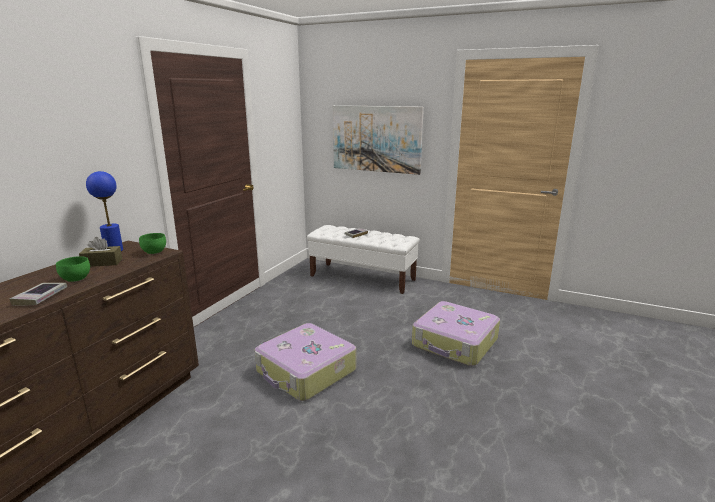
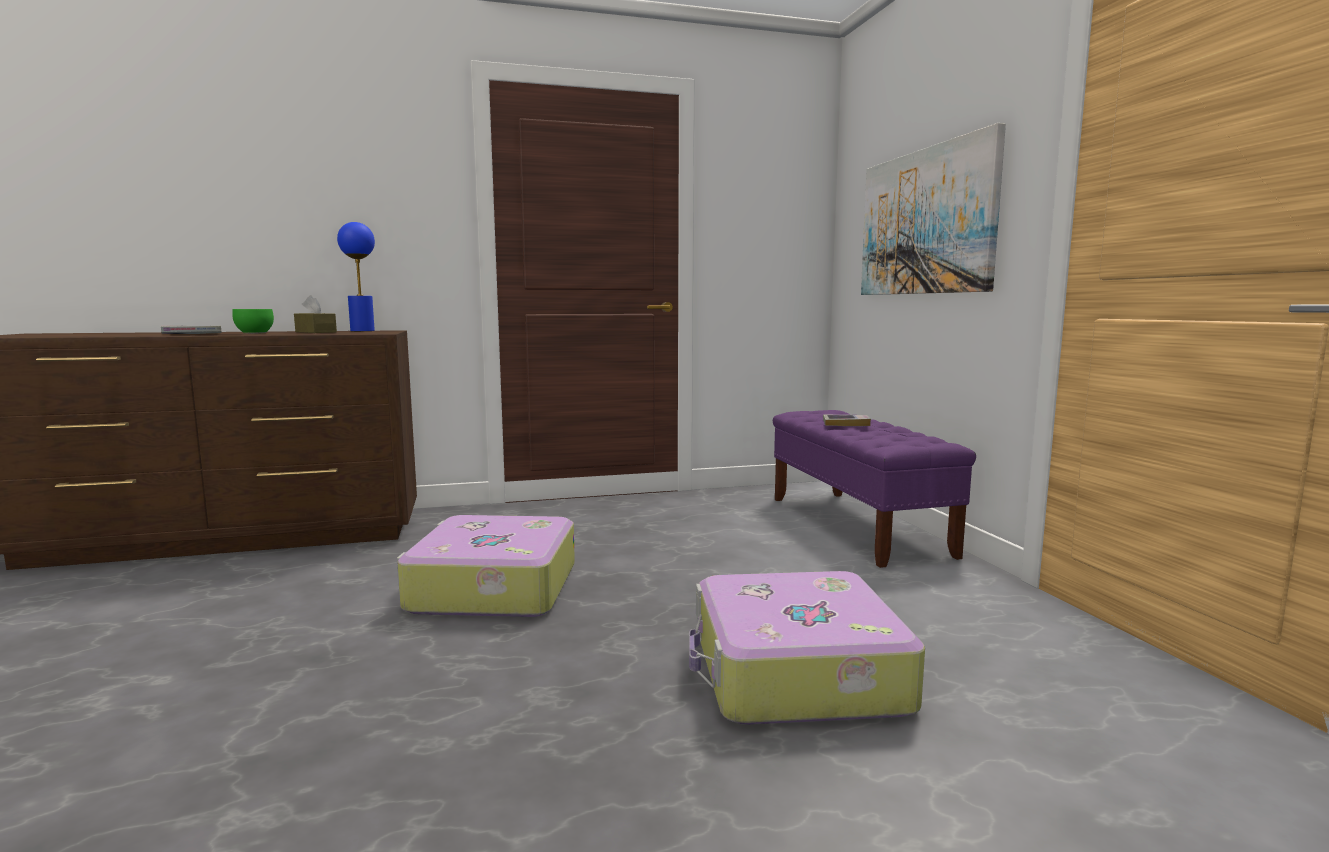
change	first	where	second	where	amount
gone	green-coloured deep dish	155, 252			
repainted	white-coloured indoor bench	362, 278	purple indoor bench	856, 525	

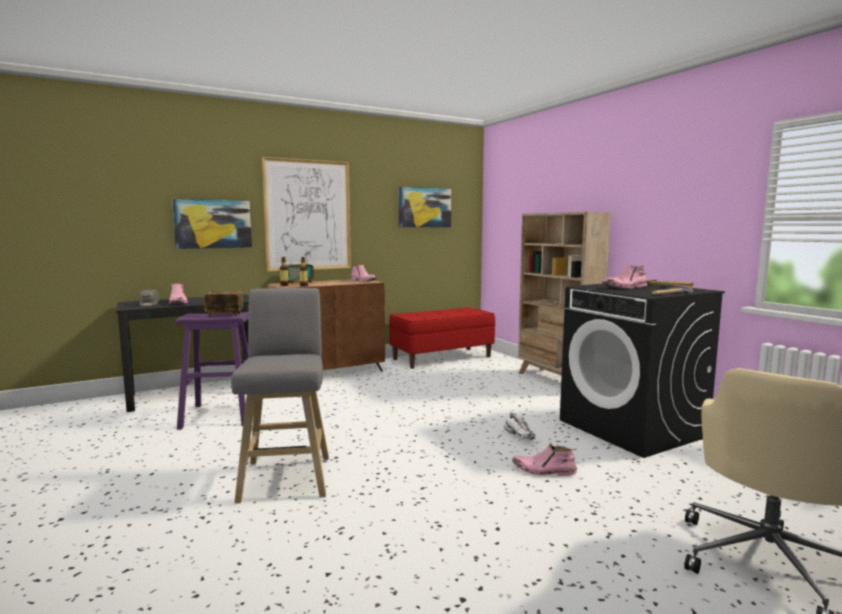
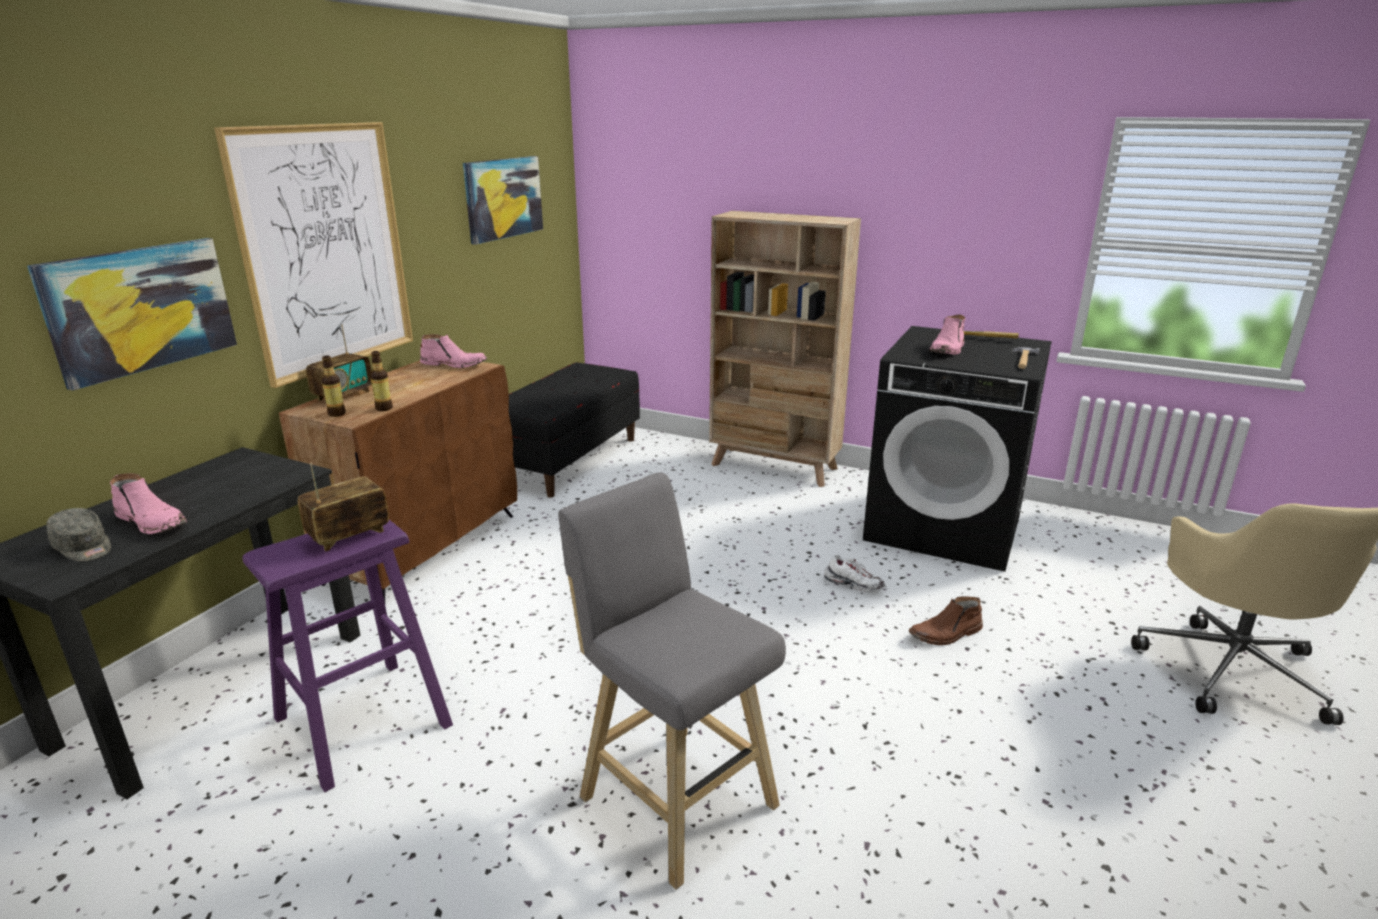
change	first	where	second	where	amount
repainted	reddish indoor bench	442, 358	black-coloured indoor bench	567, 460	
repainted	pink high-top boot	543, 470	brownish high-top boot	946, 634	

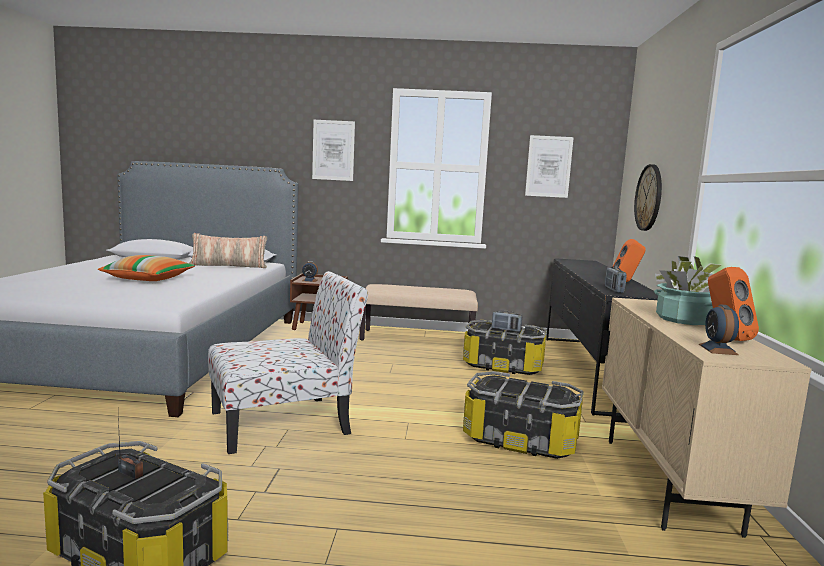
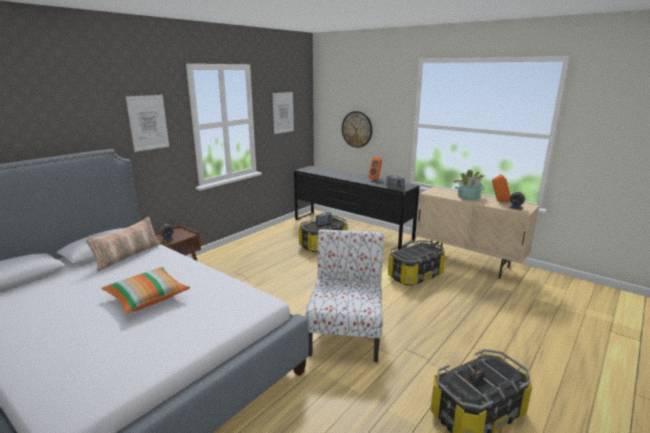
change	first	where	second	where	amount
gone	beige-coloured indoor bench	417, 338			

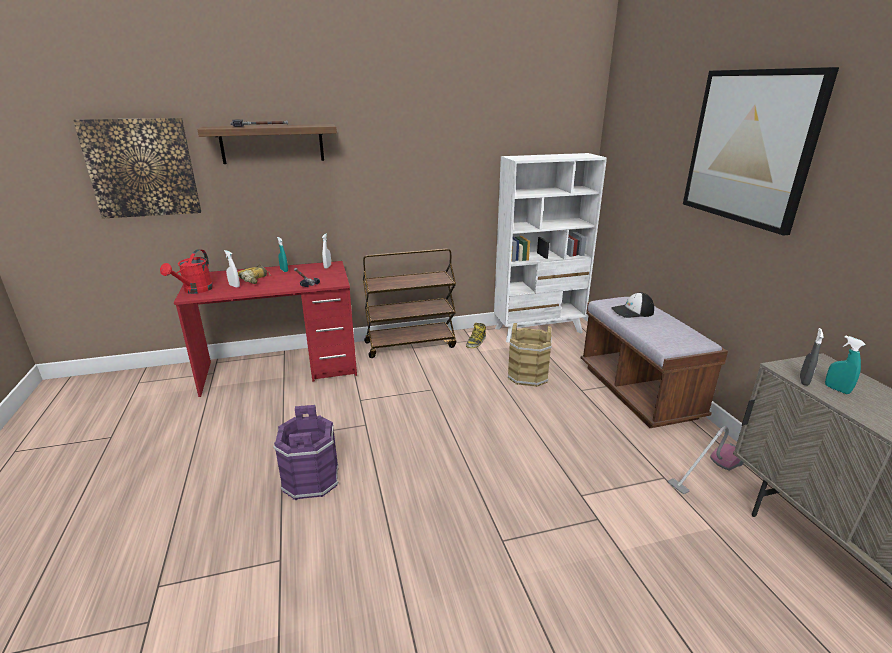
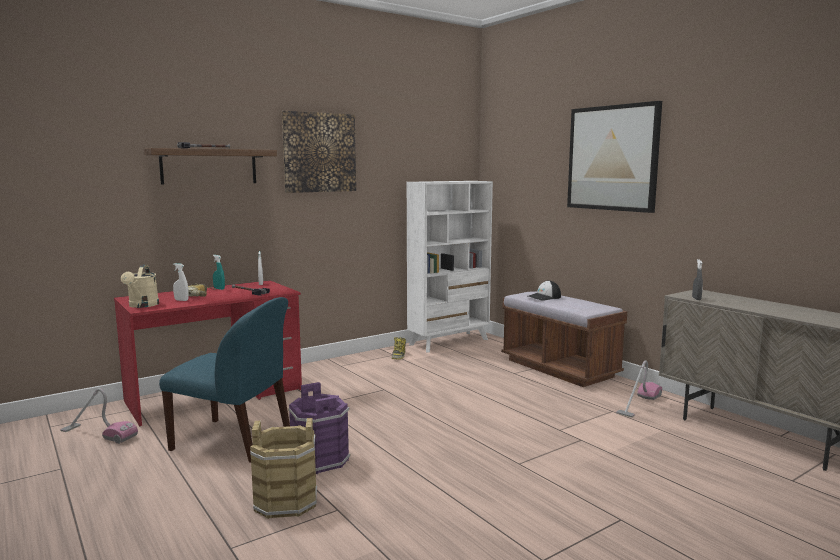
change	first	where	second	where	amount
gone	brownish wheeled cart	410, 344			
gone	turquoise sprayer	836, 389			
new			vacuum cleaner	98, 434	
new			blue chair	234, 441	
shifted	picture	142, 168		319, 152	
shifted	brownish water bucket	528, 375		286, 501	
repainted	reddish watering pot	195, 290	beige-coloured watering pot	142, 305	

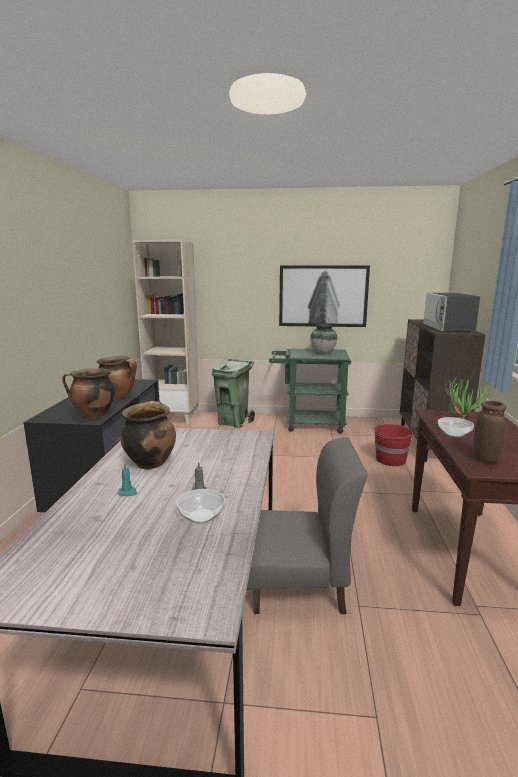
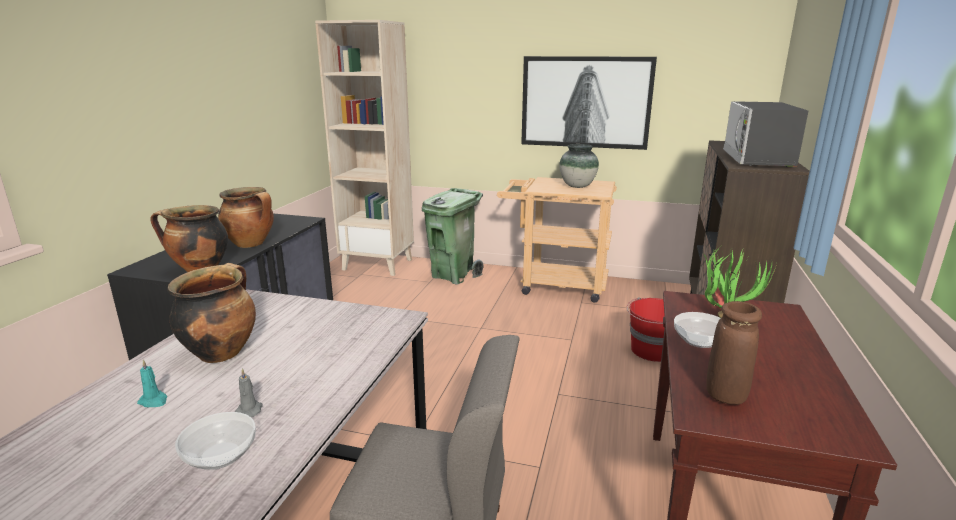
change	first	where	second	where	amount
repainted	green-coloured wheeled cart	308, 424	beige-coloured wheeled cart	555, 285	

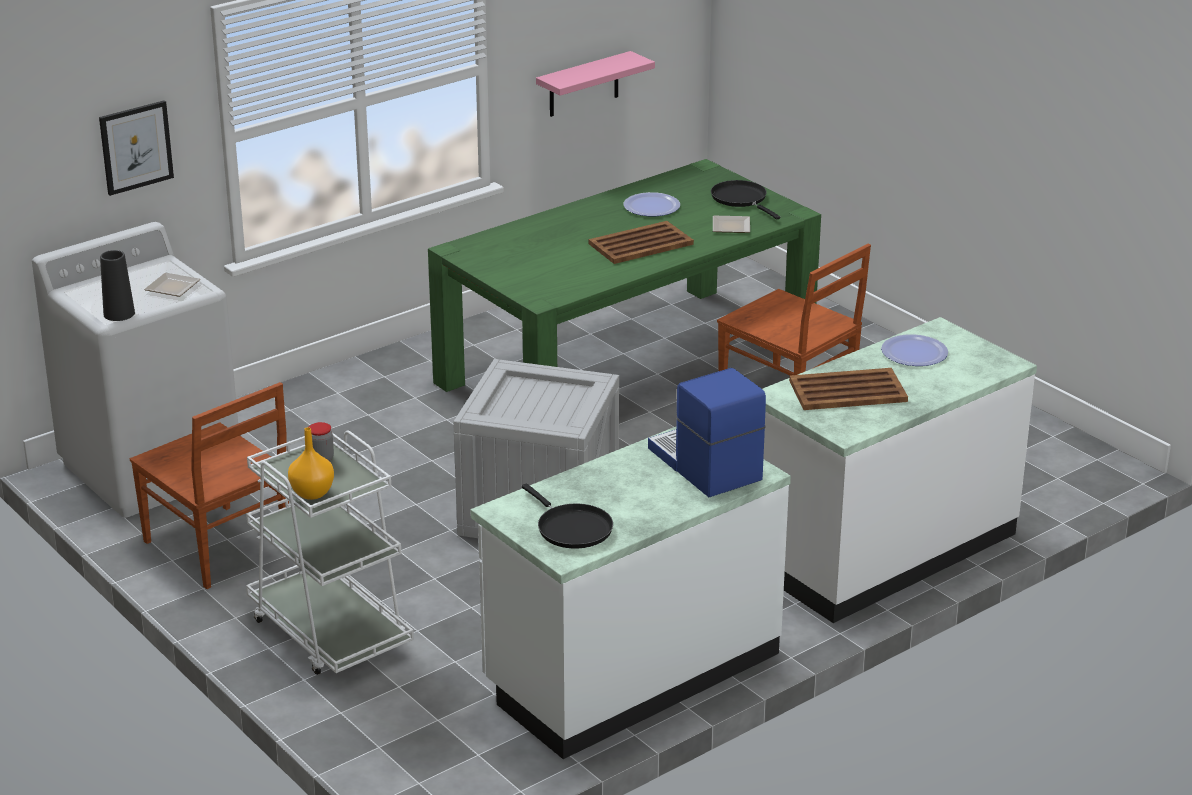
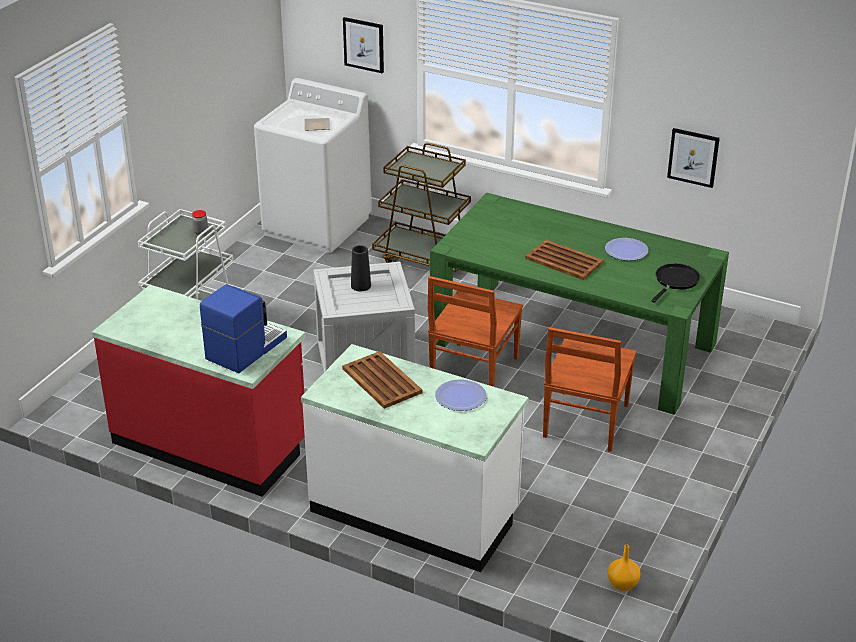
change	first	where	second	where	amount
gone	black-coloured frying pan	571, 528			
gone	plate	732, 227			
new			brownish wheeled cart	425, 258	
shifted	black-coloured flower vase	119, 314		361, 286	
shifted	brownish chair	219, 548		473, 372	
shifted	orange flower vase	312, 492		623, 584	
swapped	pink bracket shelf	583, 85	picture	693, 157	
repainted	white-coloured counter	630, 671	reddish counter	211, 443	

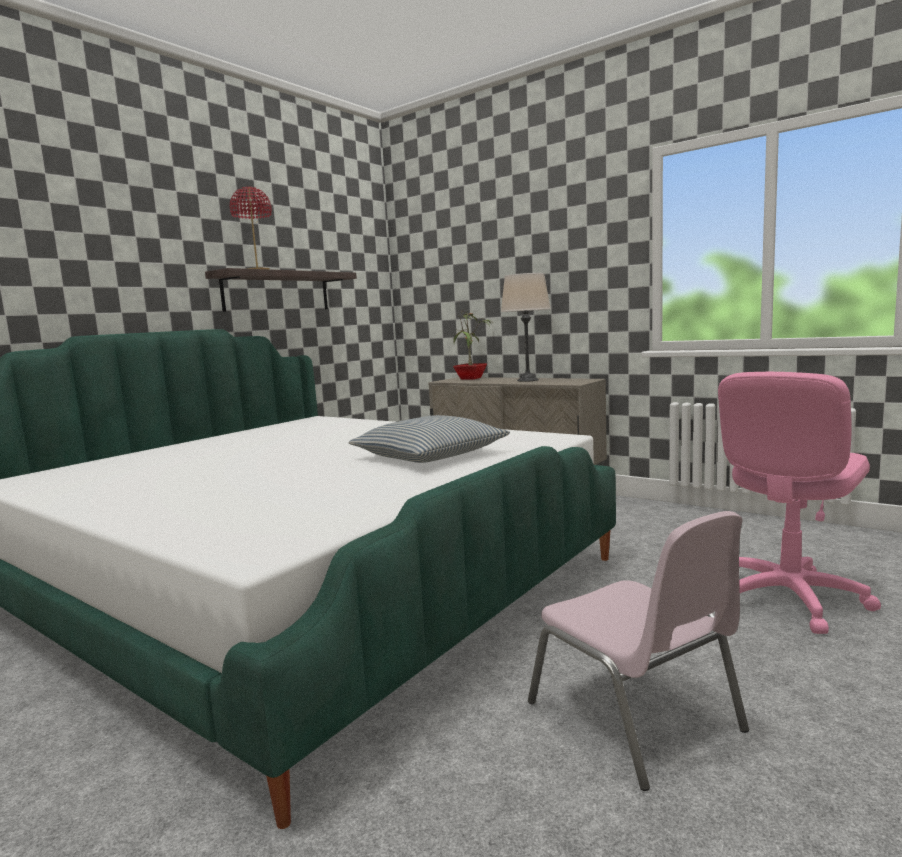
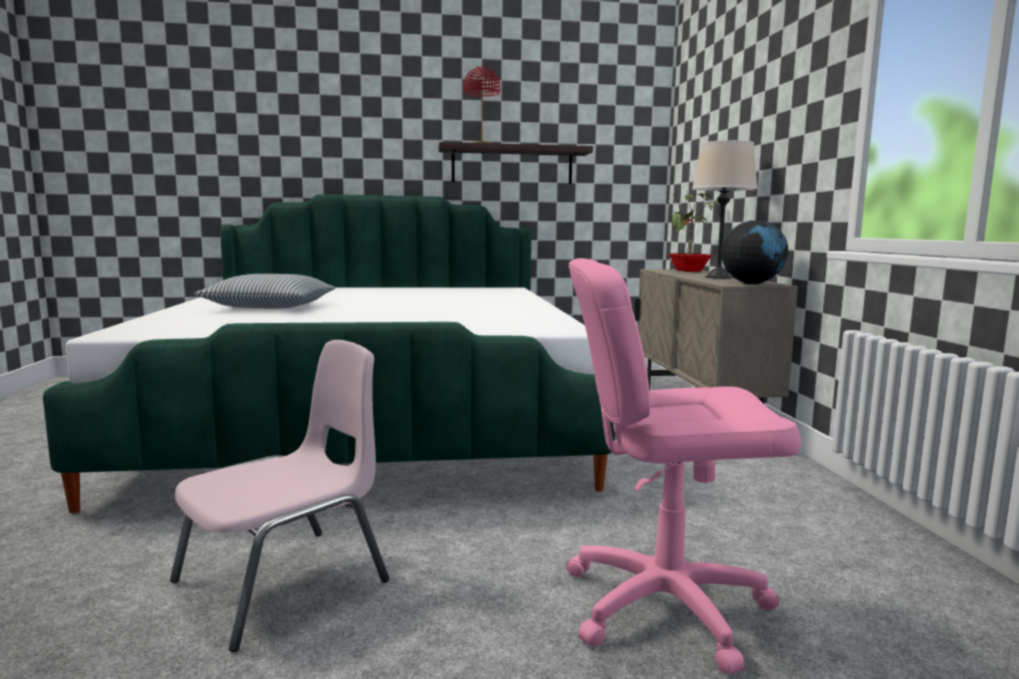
change	first	where	second	where	amount
new			world globe	751, 283	
shifted	throw pillow	429, 455		270, 306	
rotated	pink chair	636, 718		285, 582	150 degrees counterclockwise

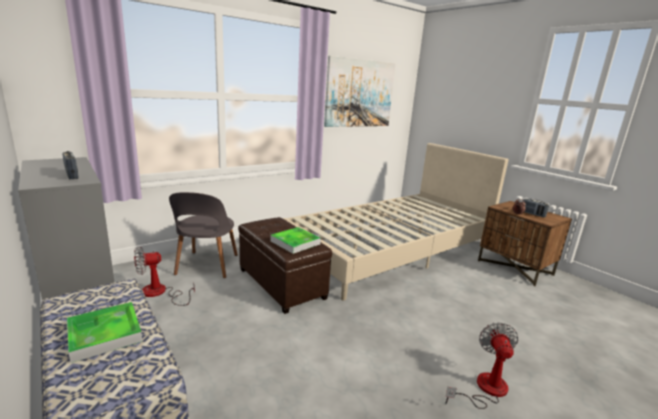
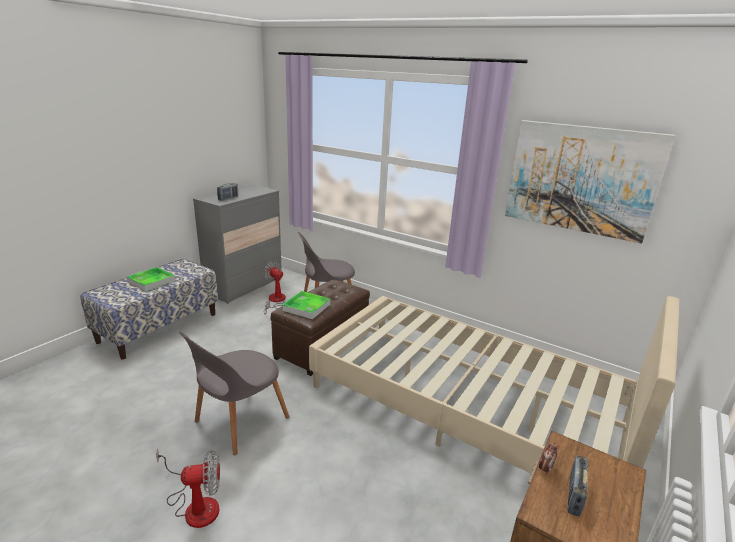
change	first	where	second	where	amount
new			greyish chair	239, 422	

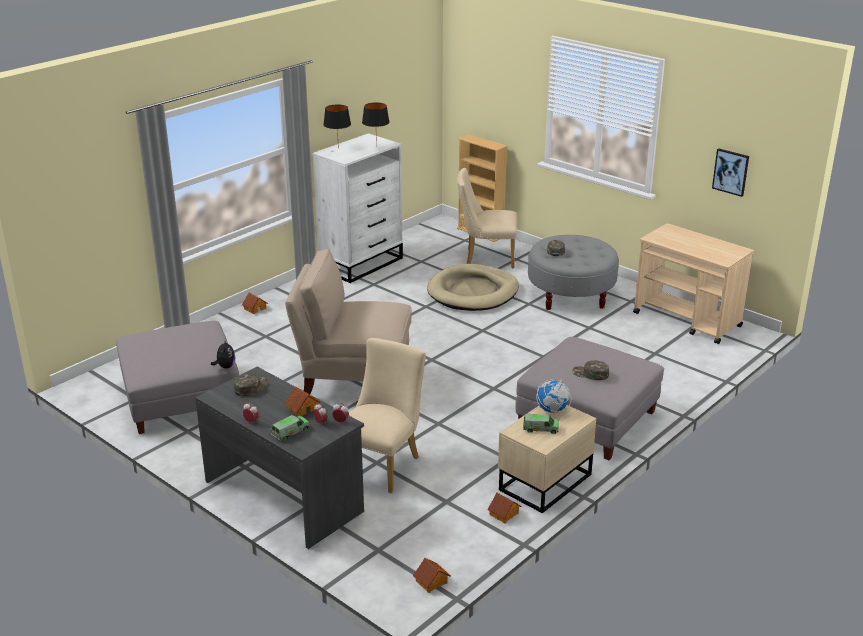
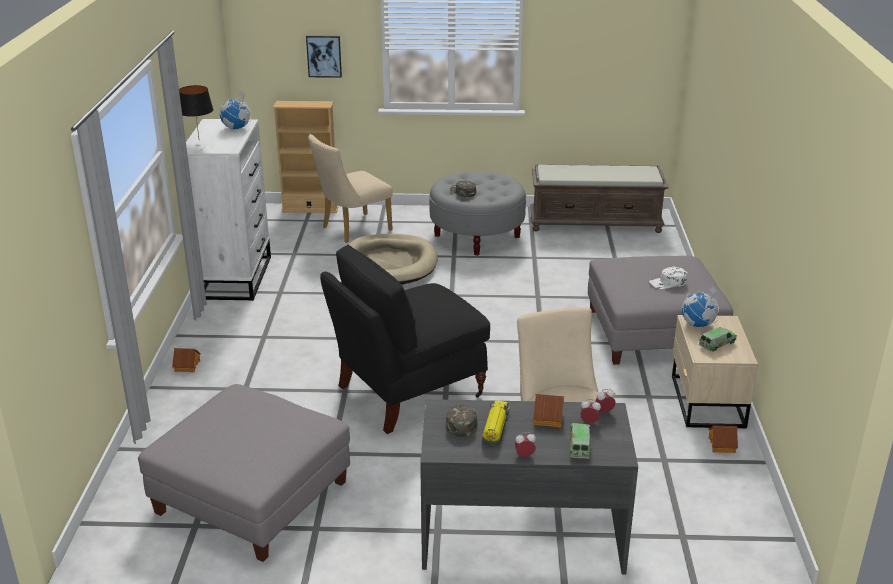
change	first	where	second	where	amount
gone	plush toy	225, 367			
gone	toy house	431, 582			
new			toy truck	495, 429	
shifted	picture	731, 172		324, 56	
swapped	black-coloured lamp for a table	376, 146	world globe	236, 128	
swapped	beige-coloured wheeled cart	687, 320	brownish indoor bench	596, 223	
repainted	beige-coloured chair	353, 380	black-coloured chair	408, 392	
repainted	green-coloured cap	590, 374	white-coloured cap	668, 283	

